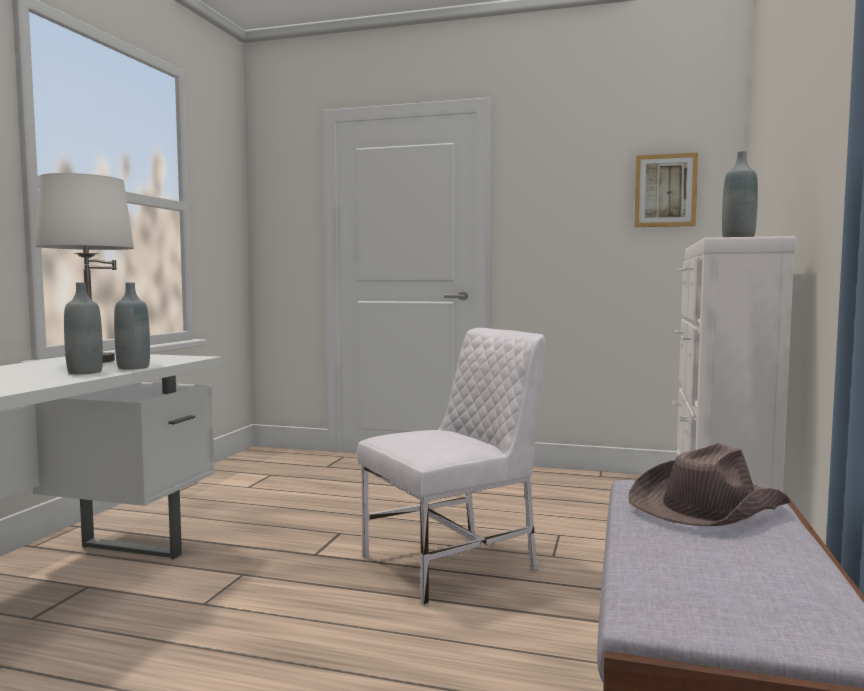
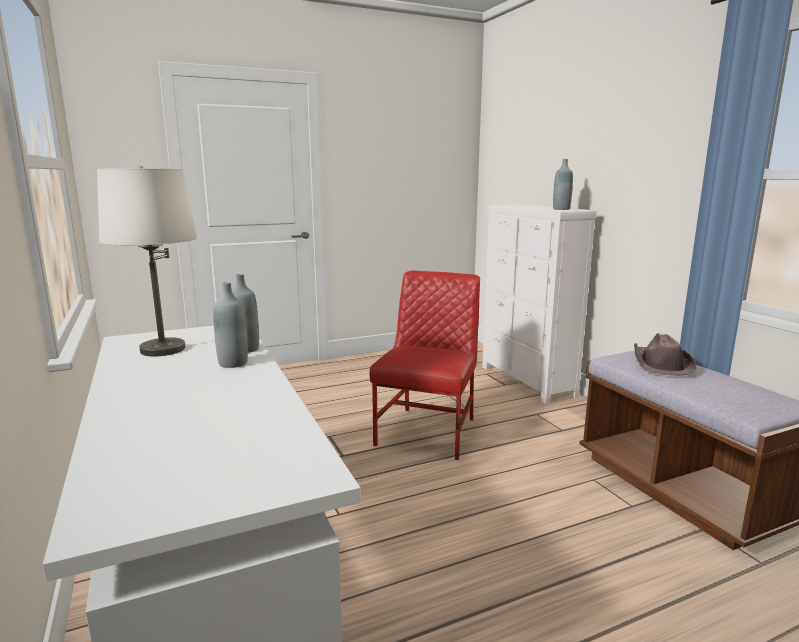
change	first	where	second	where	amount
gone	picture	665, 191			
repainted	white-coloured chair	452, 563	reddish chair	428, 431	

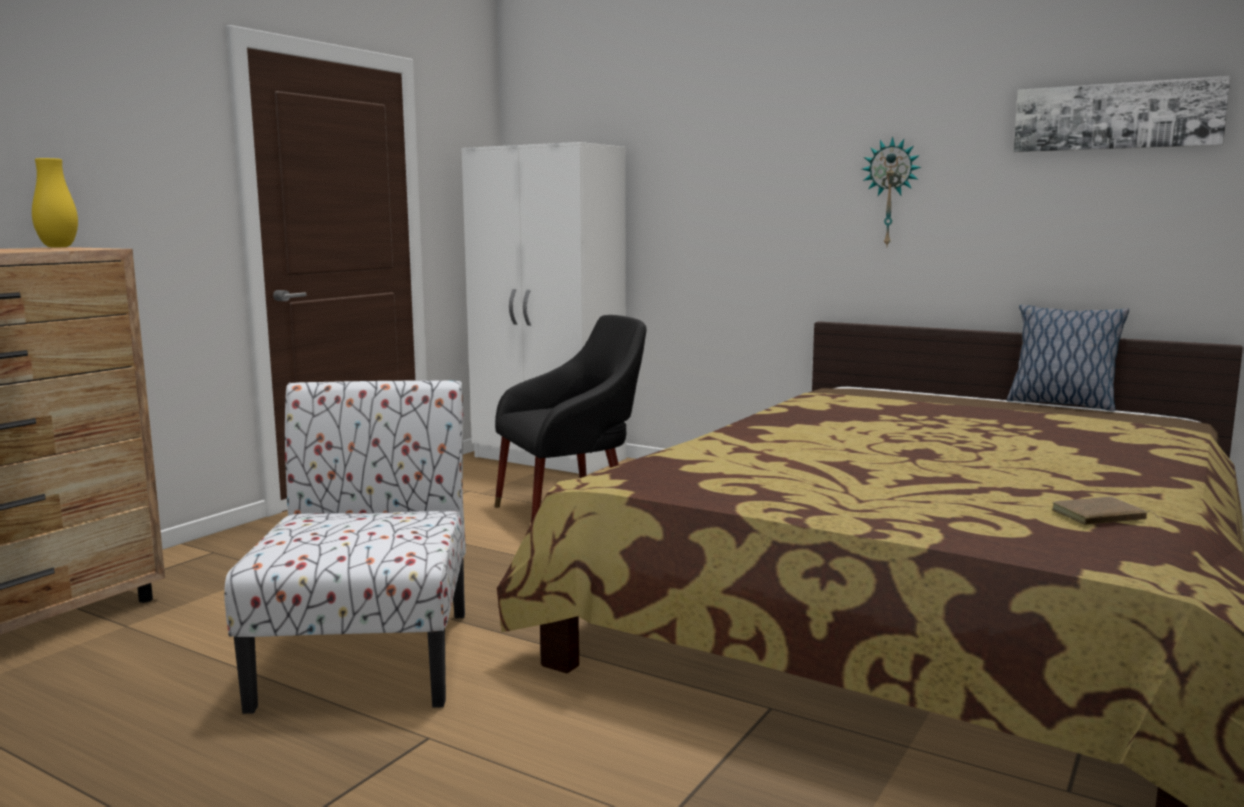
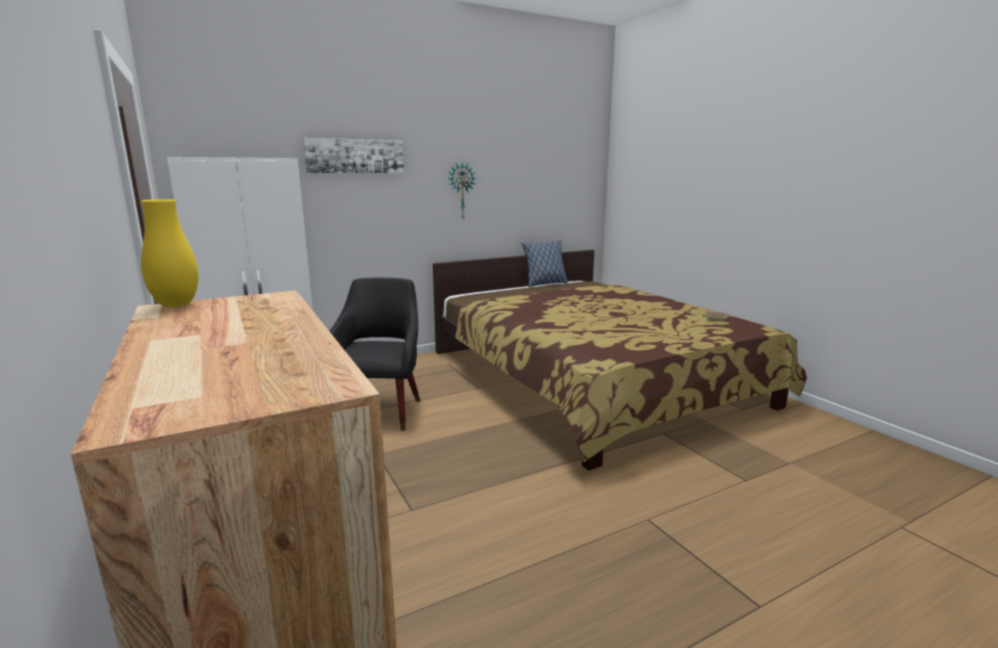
change	first	where	second	where	amount
gone	chair	368, 655			
shifted	picture	1116, 116		355, 156	

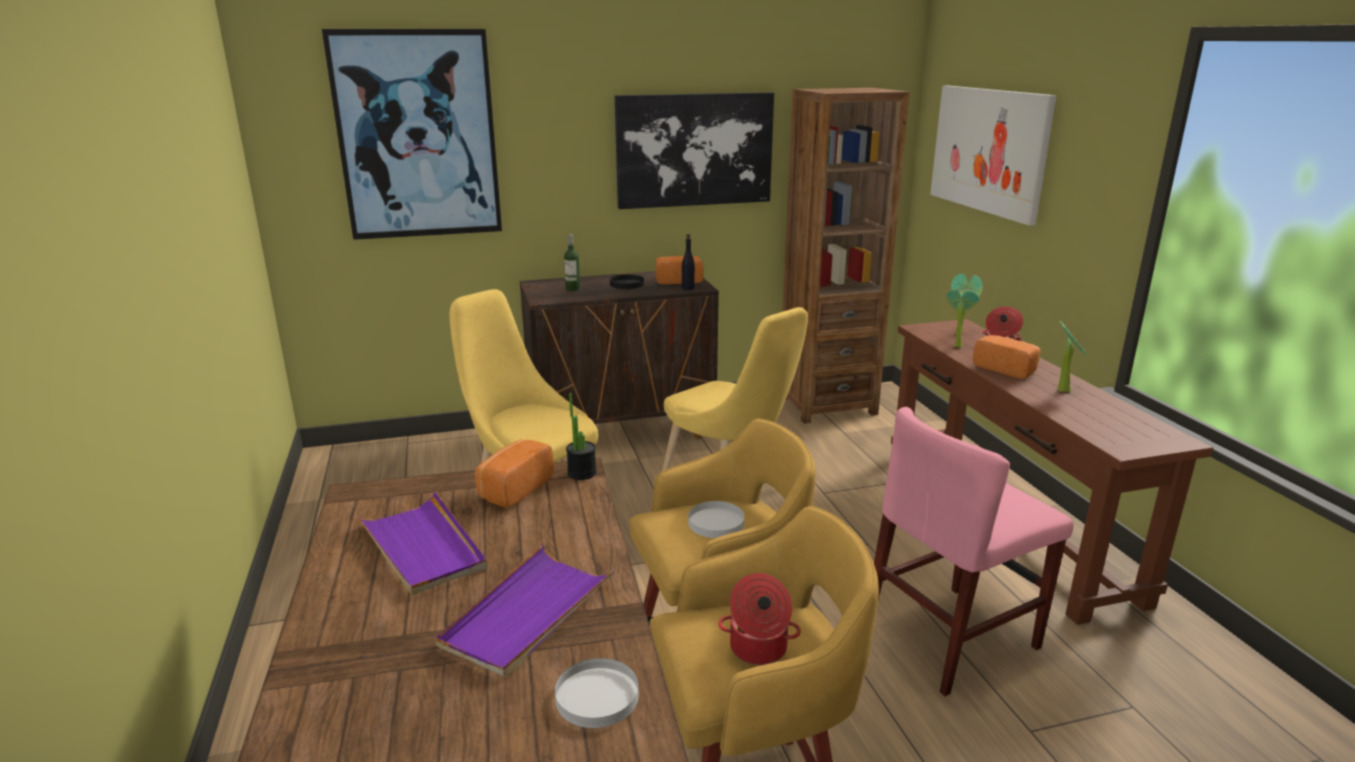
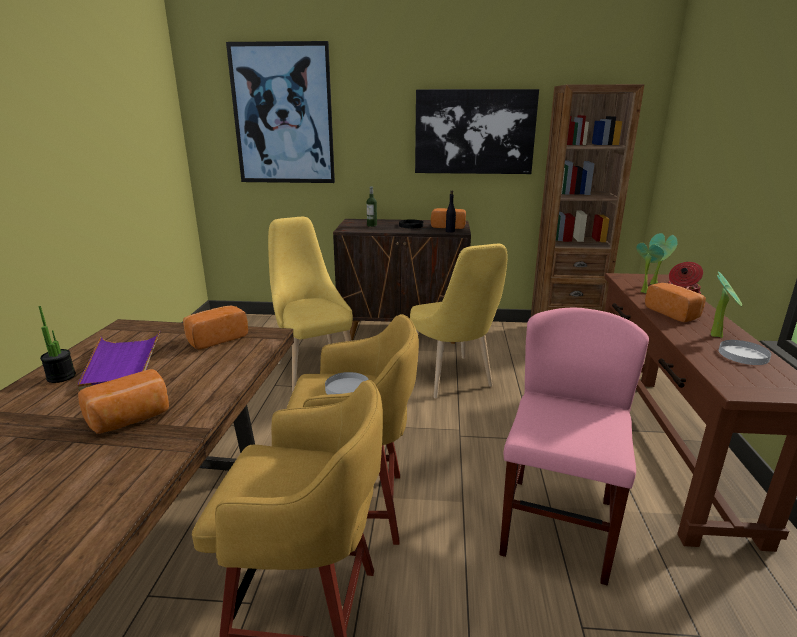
change	first	where	second	where	amount
gone	cooking pot	758, 649			
gone	picture	989, 150			
shifted	white-coloured plate	597, 697		743, 355	
shifted	houseplant	582, 473		61, 377	
swapped	purple serving tray	527, 614	bread	131, 419	
rotated	pink chair	950, 637		557, 527	120 degrees clockwise

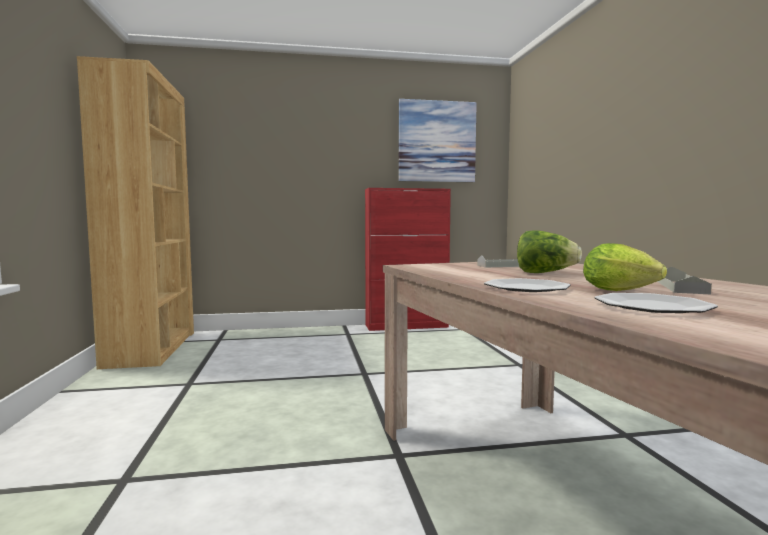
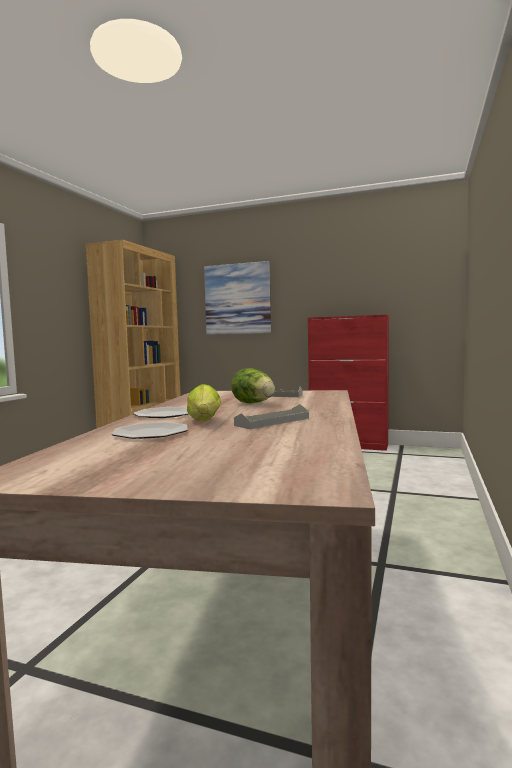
change	first	where	second	where	amount
shifted	picture	437, 141		237, 299	

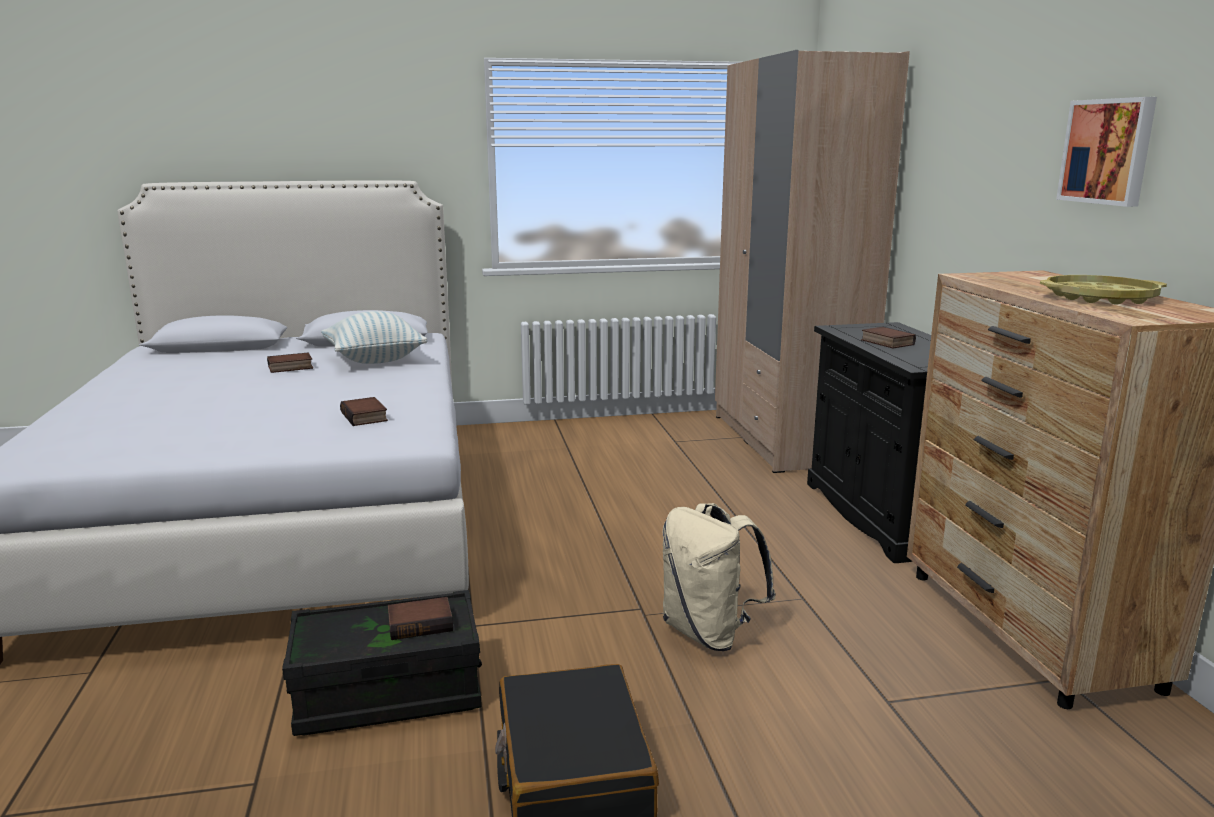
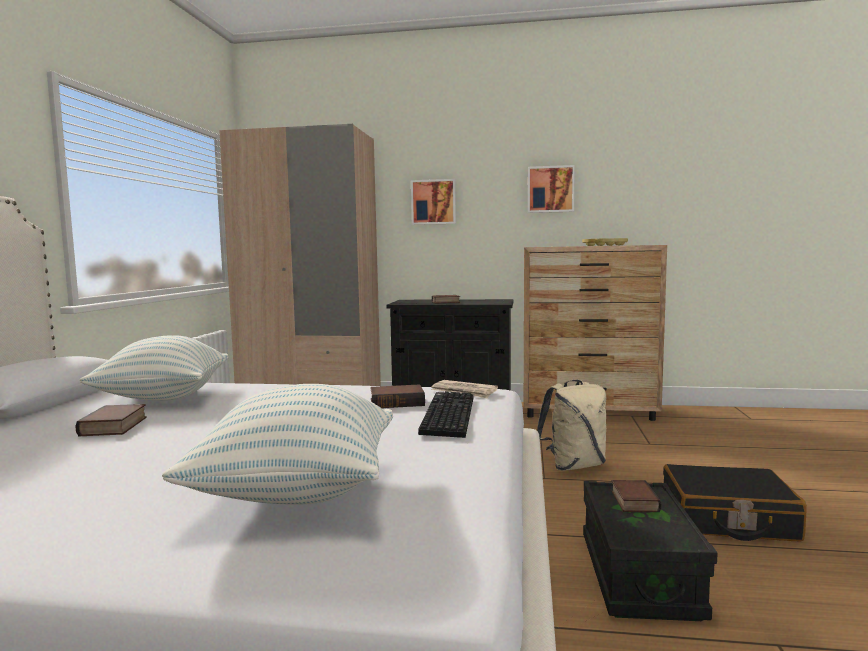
change	first	where	second	where	amount
new			throw pillow	298, 492	
new			picture	433, 202	
new			computer keyboard	446, 415	
new			printed paper	464, 392	

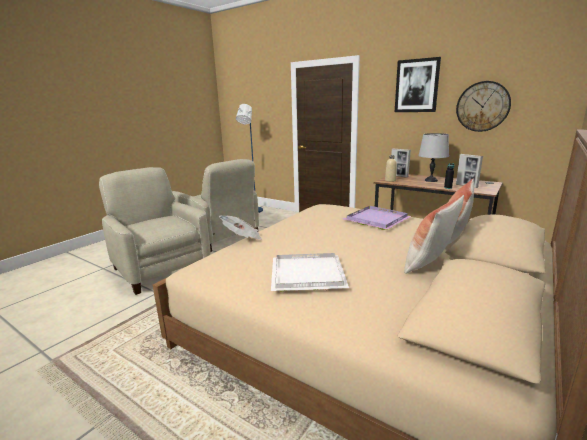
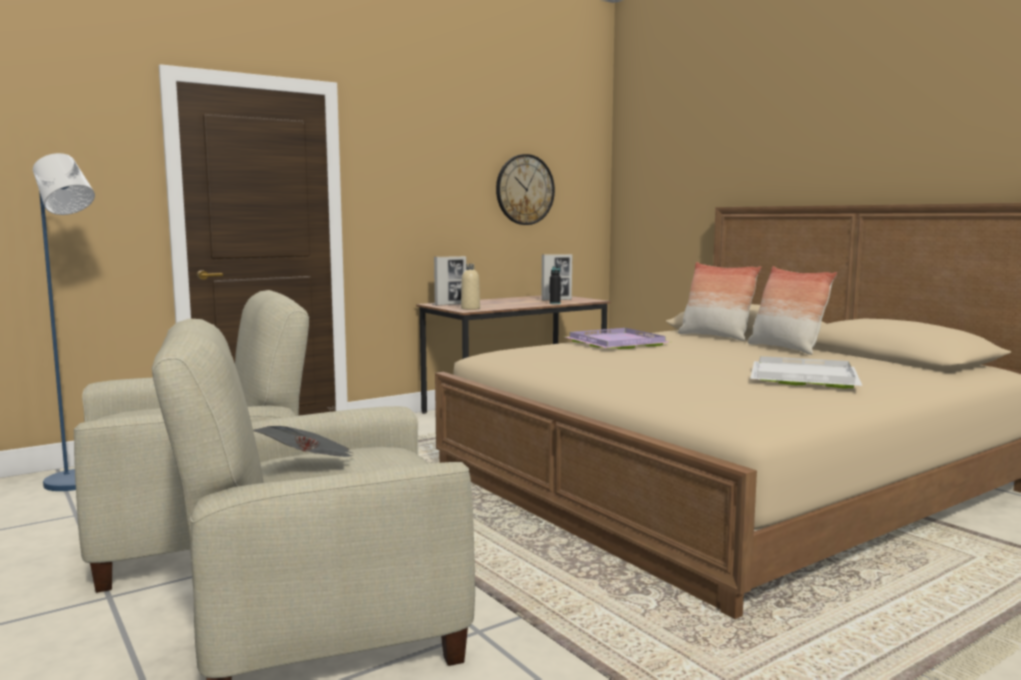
change	first	where	second	where	amount
gone	picture	417, 86			
gone	greyish lamp for a table	431, 180			
shifted	printed paper	242, 238		310, 469	

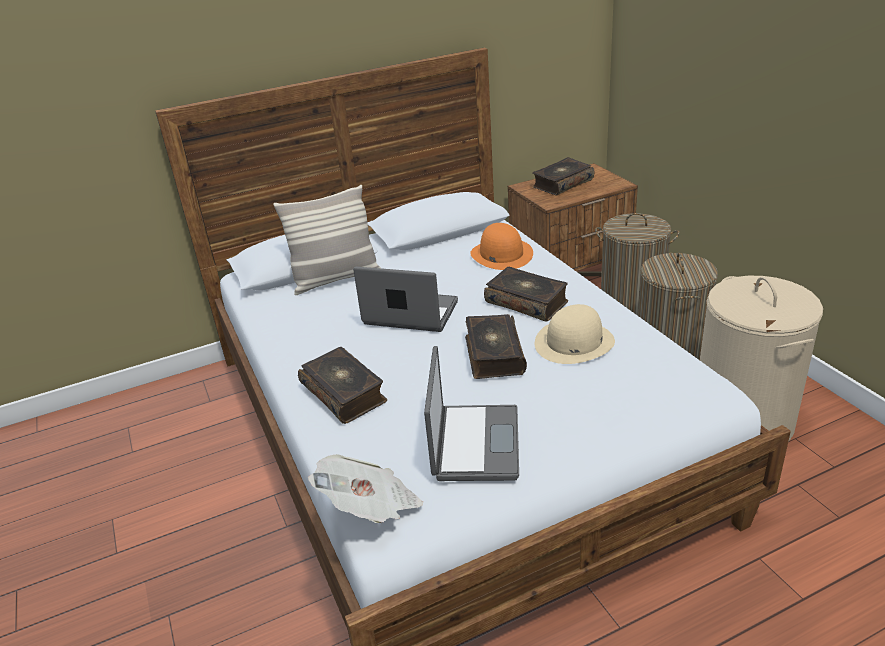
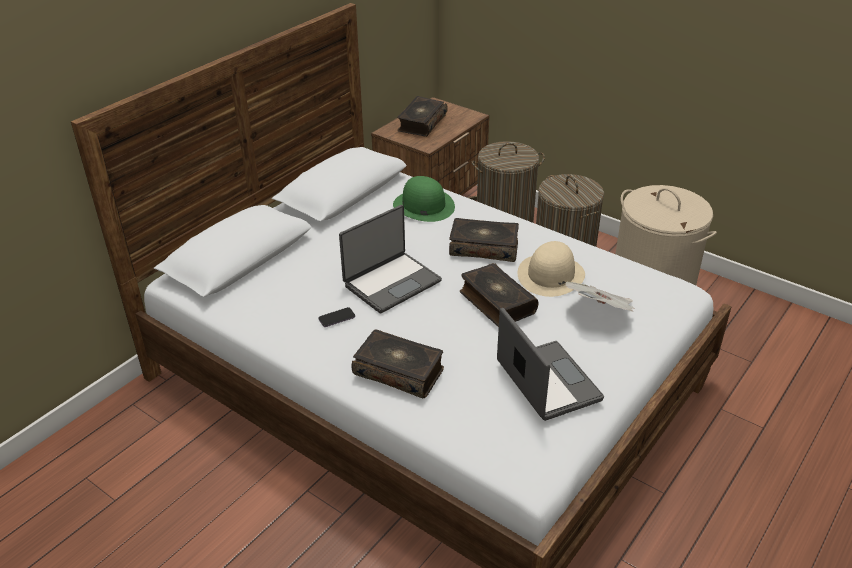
change	first	where	second	where	amount
gone	throw pillow	336, 279			
new			phone	336, 318	
shifted	printed paper	371, 508		601, 311	
repainted	orange wearable hat	501, 254	green-coloured wearable hat	423, 206	
rotated	laptop	410, 314		391, 282	150 degrees clockwise

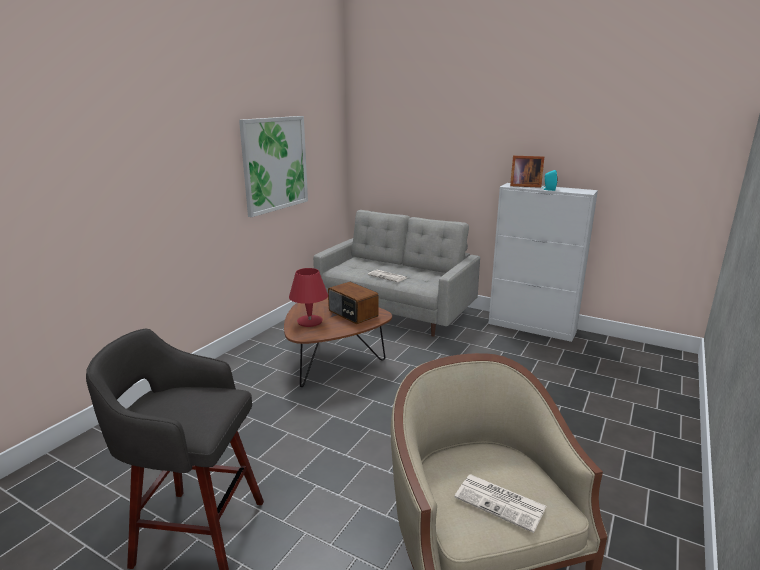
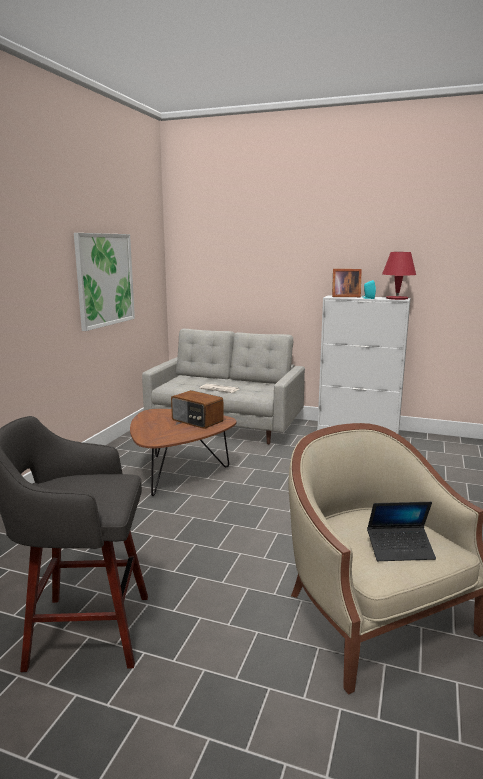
change	first	where	second	where	amount
shifted	reddish lamp for a table	309, 321		396, 298	
swapped	printed paper	501, 502	laptop	400, 549	

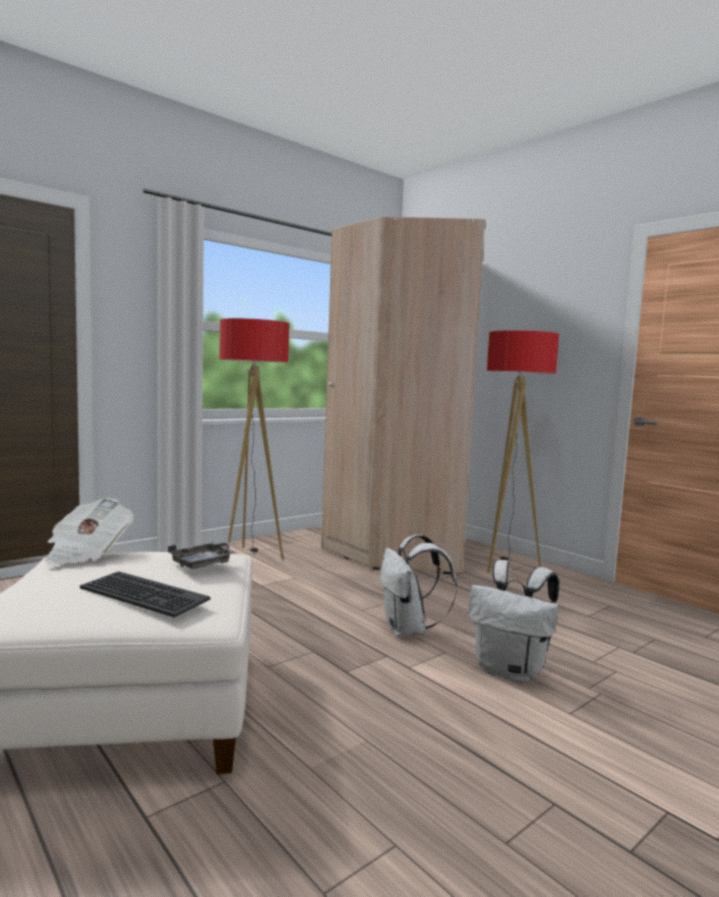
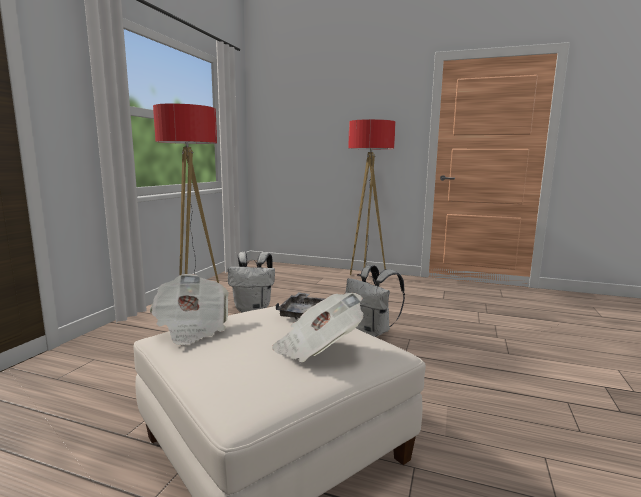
change	first	where	second	where	amount
gone	beige-coloured armoire	392, 547			
shifted	white-coloured knapsack	511, 671		253, 309	
swapped	computer keyboard	142, 595	printed paper	317, 347	

